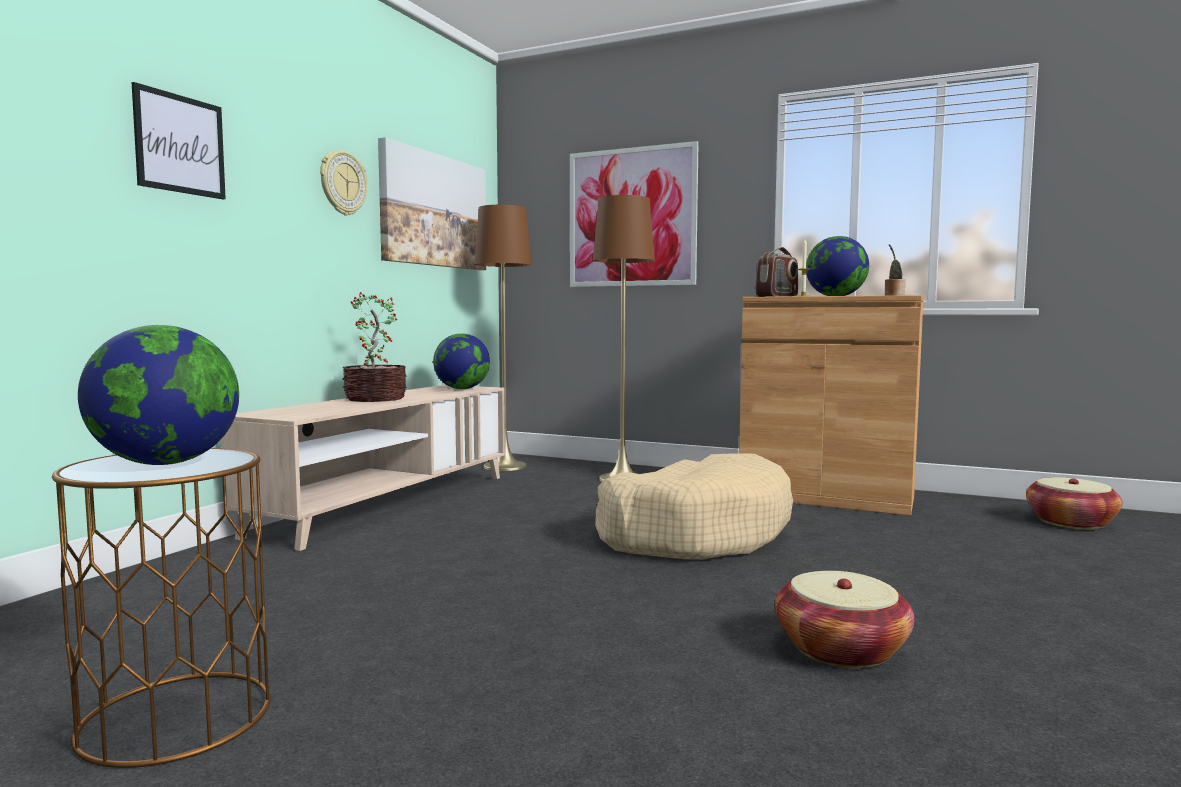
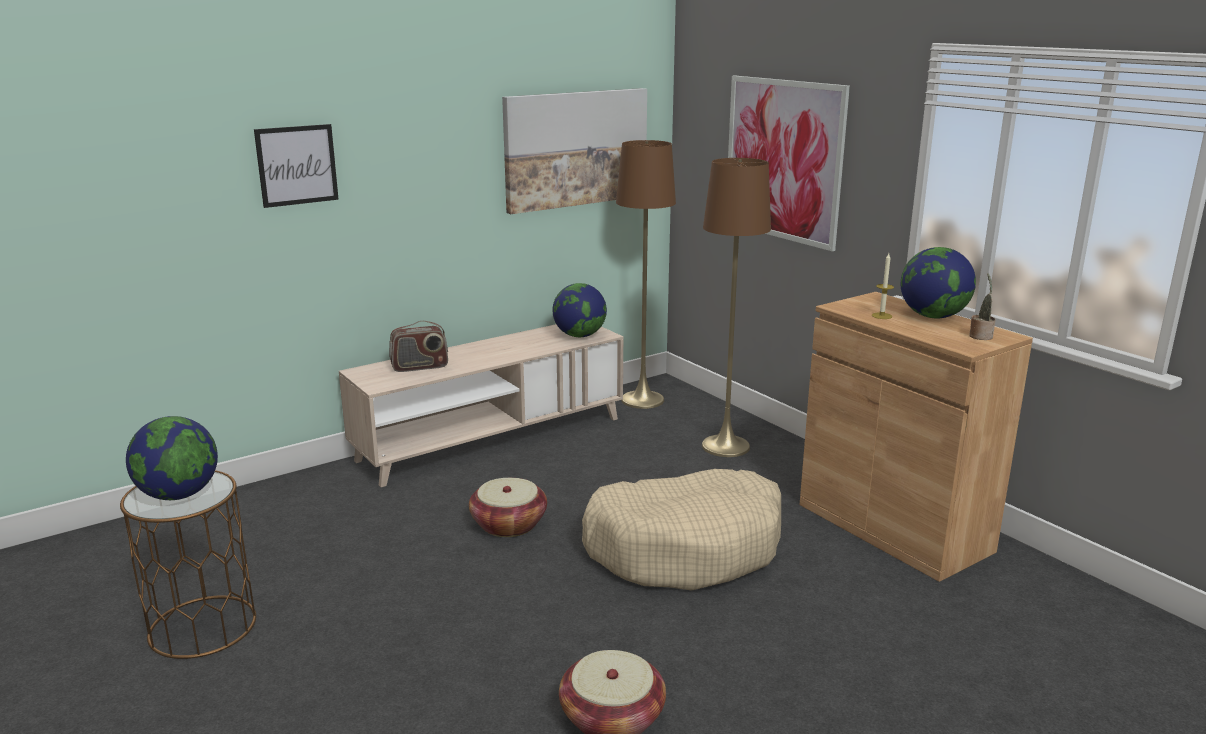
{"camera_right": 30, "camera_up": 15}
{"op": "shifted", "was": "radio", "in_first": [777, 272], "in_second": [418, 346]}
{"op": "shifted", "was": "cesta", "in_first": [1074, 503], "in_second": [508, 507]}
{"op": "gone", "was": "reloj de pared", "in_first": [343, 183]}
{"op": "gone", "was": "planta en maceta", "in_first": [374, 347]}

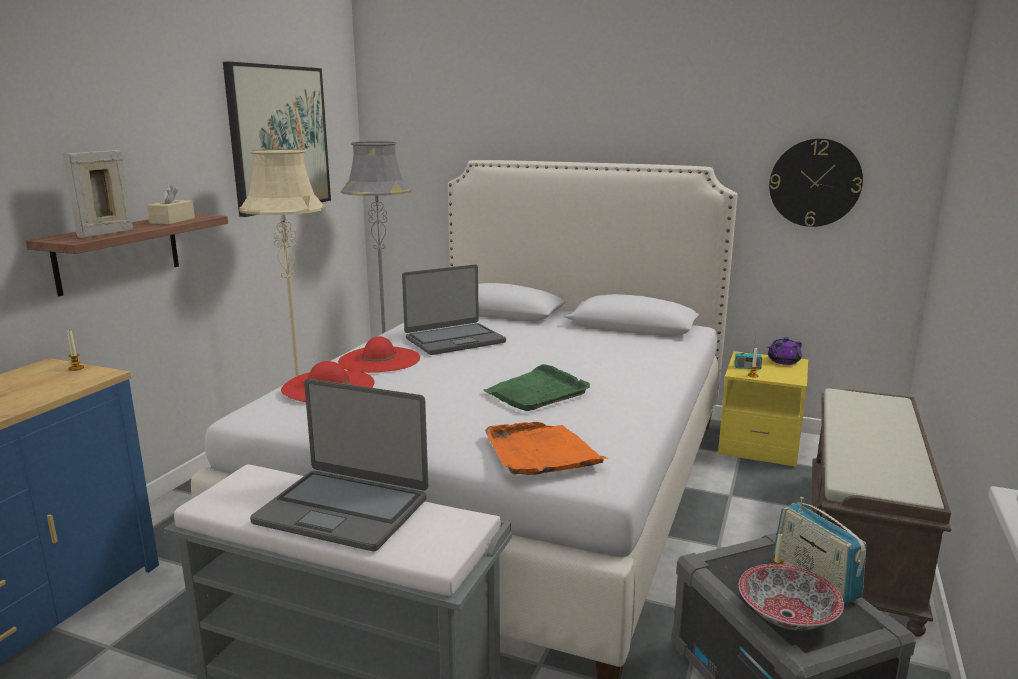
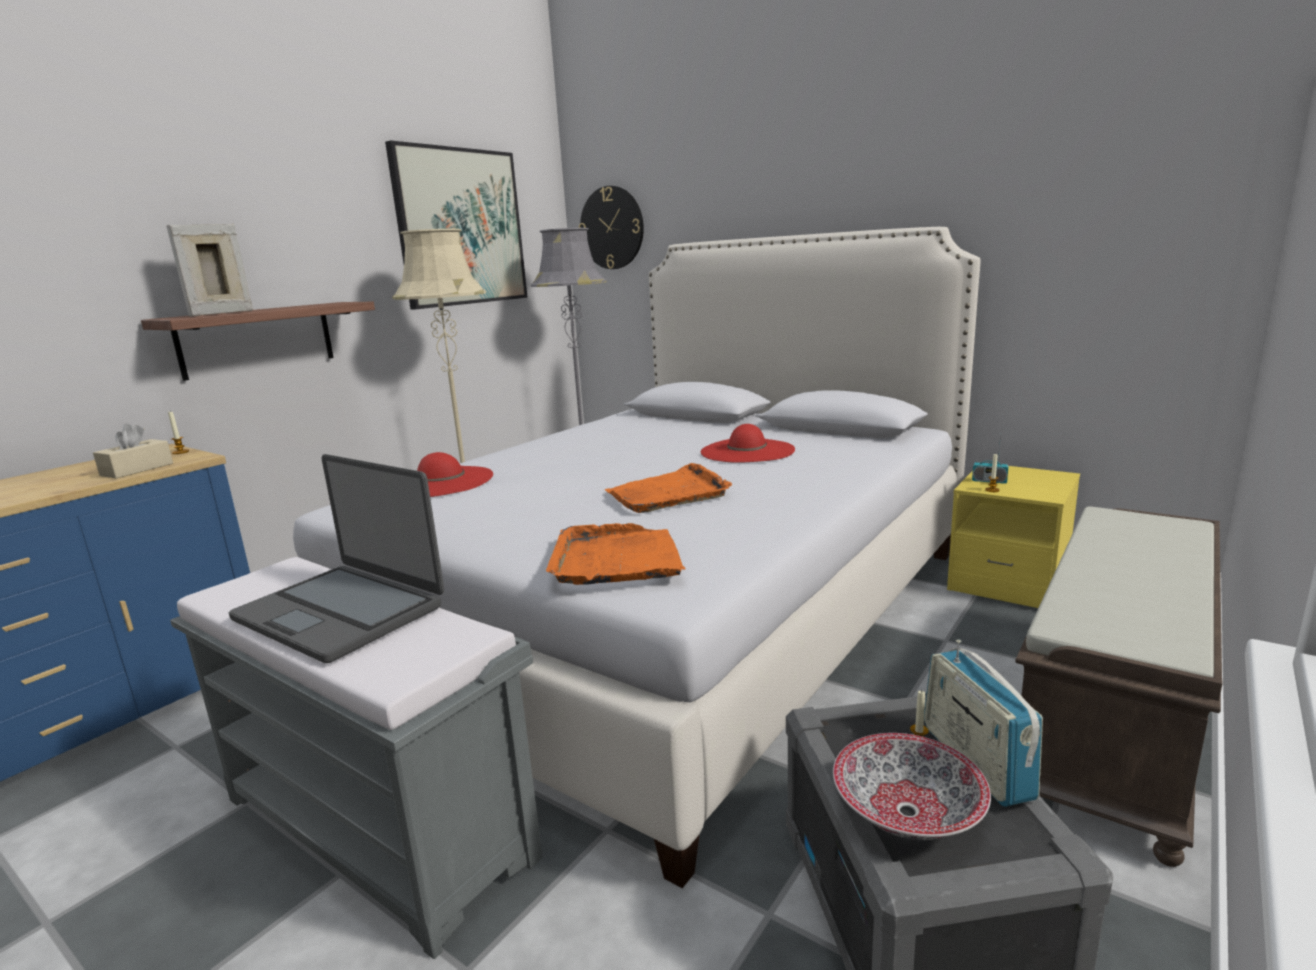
{"camera_right": 15, "camera_up": 0}
{"op": "shifted", "was": "caja de pañuelos/beis", "in_first": [171, 204], "in_second": [133, 451]}
{"op": "shifted", "was": "reloj de pared", "in_first": [816, 183], "in_second": [611, 227]}
{"op": "repainted", "was": "bandeja/verde", "now": "bandeja/naranja", "in_first": [536, 387], "in_second": [668, 488]}
{"op": "shifted", "was": "sombrero/rojo", "in_first": [379, 354], "in_second": [748, 443]}
{"op": "gone", "was": "portátil", "in_first": [454, 310]}
{"op": "gone", "was": "tetera/morado", "in_first": [785, 351]}

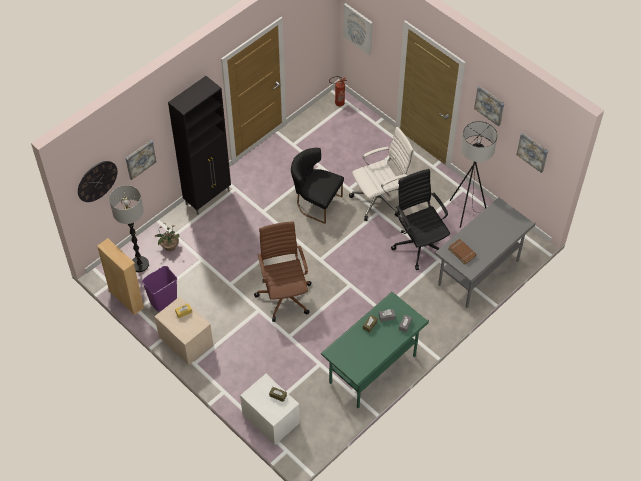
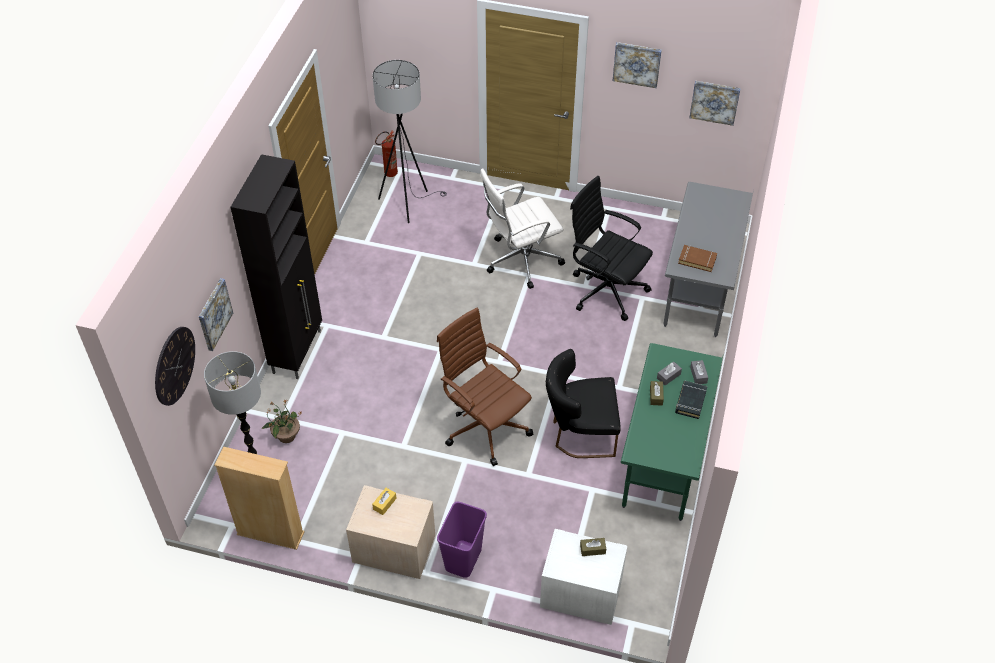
{"camera_right": -30, "camera_up": -5}
{"op": "shifted", "was": "lámpara de pie/gris", "in_first": [474, 174], "in_second": [410, 141]}
{"op": "shifted", "was": "papelera/morado", "in_first": [159, 288], "in_second": [462, 540]}
{"op": "rotated", "was": "silla de oficina/blanco", "in_first": [381, 174], "in_second": [522, 229], "clockwise": -150}
{"op": "shifted", "was": "silla/negro", "in_first": [317, 186], "in_second": [583, 403]}
{"op": "new", "now": "libro/negro", "in_second": [691, 400]}
{"op": "gone", "was": "cuadro", "in_first": [358, 29]}

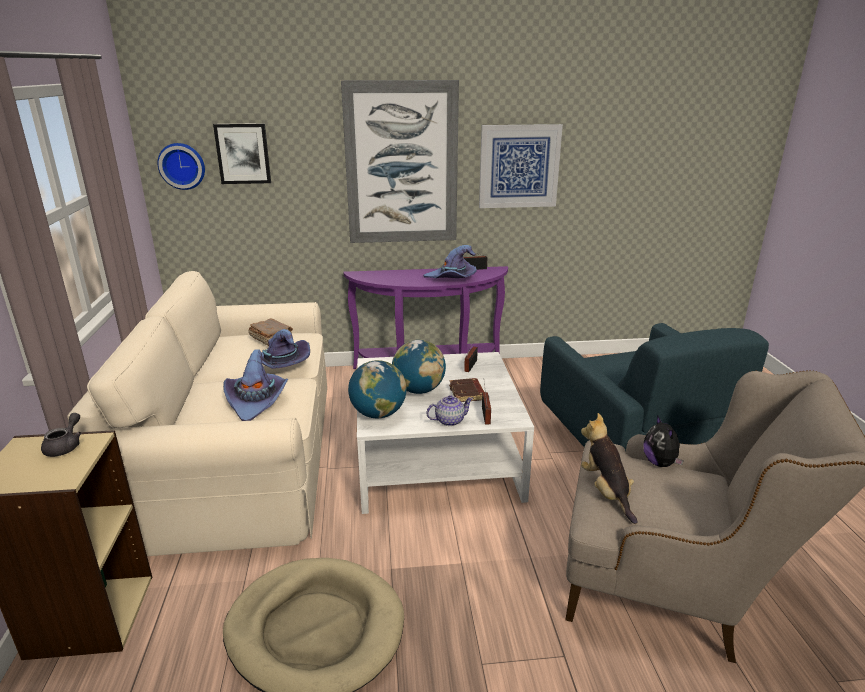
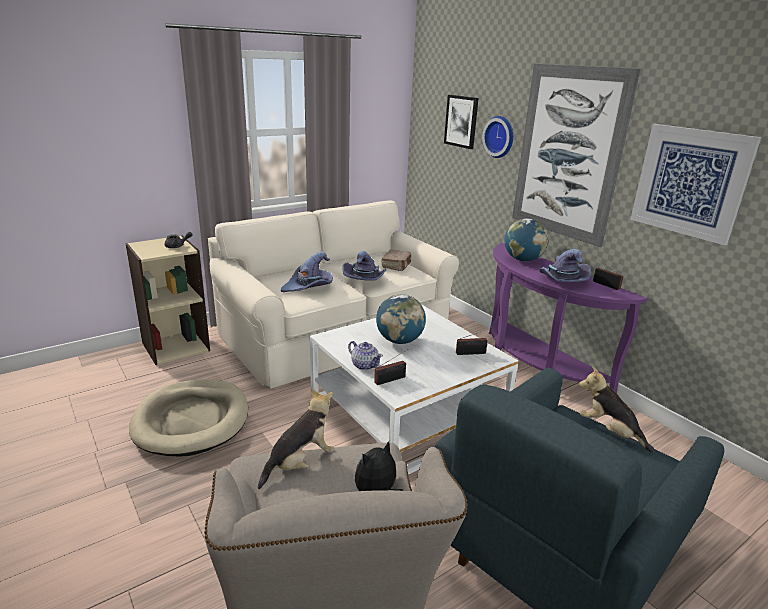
{"camera_right": 60, "camera_up": 0}
{"op": "shifted", "was": "reloj de pared", "in_first": [181, 166], "in_second": [497, 137]}
{"op": "shifted", "was": "globo terráqueo", "in_first": [377, 389], "in_second": [526, 240]}
{"op": "new", "now": "peluche", "in_second": [617, 409]}
{"op": "gone", "was": "libro/marrón", "in_first": [466, 390]}

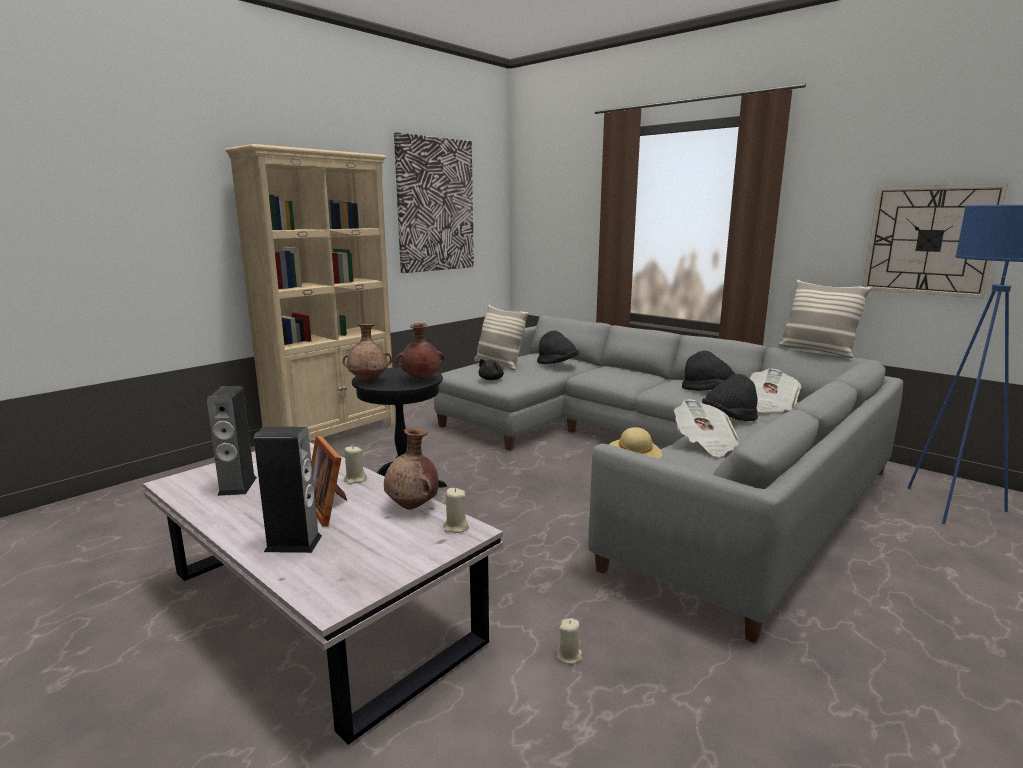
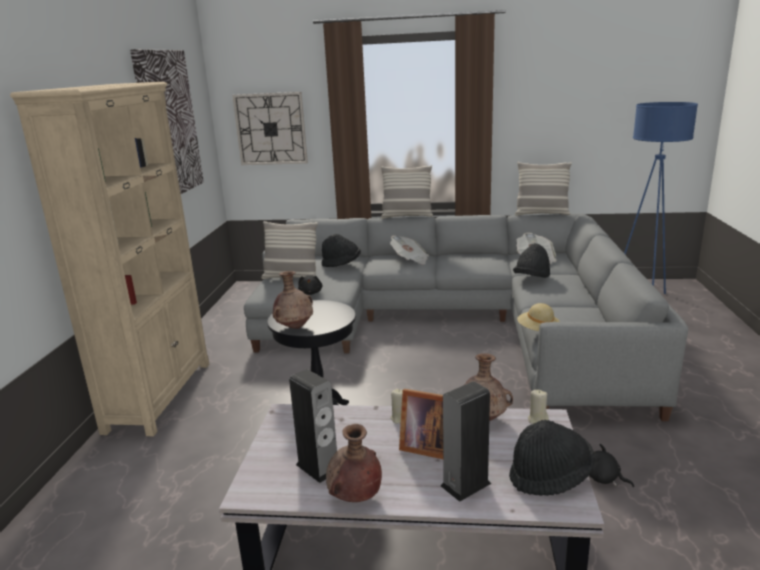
{"camera_right": -35, "camera_up": 5}
{"op": "shifted", "was": "reloj de pared", "in_first": [935, 241], "in_second": [270, 128]}
{"op": "shifted", "was": "florero/marrón", "in_first": [420, 351], "in_second": [354, 463]}
{"op": "new", "now": "cojín", "in_second": [407, 192]}
{"op": "shifted", "was": "periódico", "in_first": [707, 428], "in_second": [409, 250]}
{"op": "shifted", "was": "sombrero/negro", "in_first": [708, 371], "in_second": [551, 458]}
{"op": "swapped", "was": "vela/beis", "now": "peluche/negro", "in_first": [569, 641], "in_second": [611, 465]}

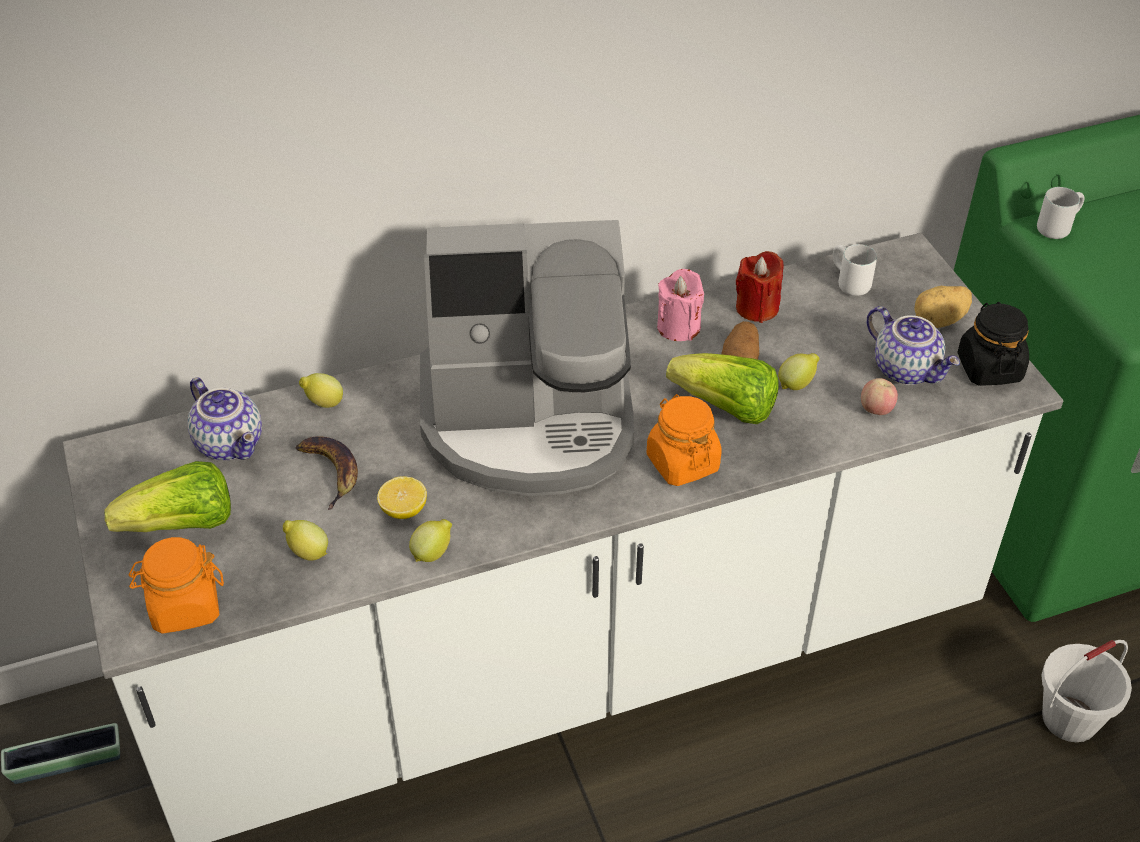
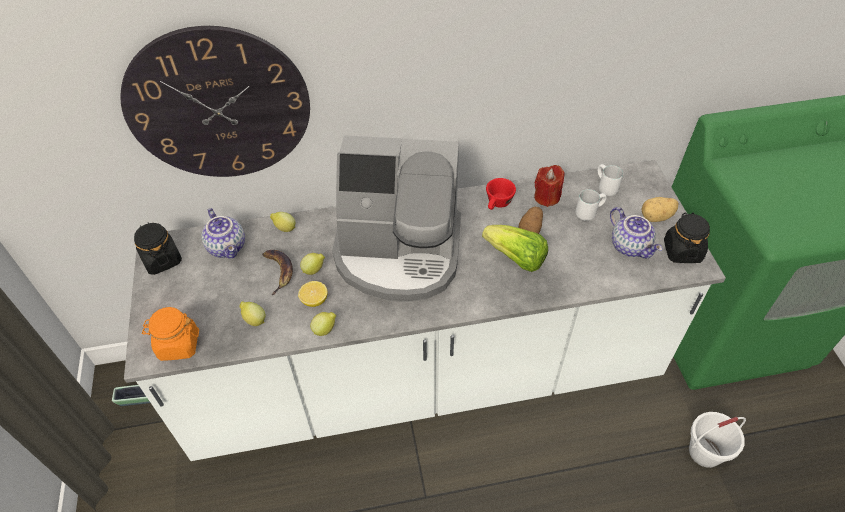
{"camera_right": 10, "camera_up": 5}
{"op": "new", "now": "reloj de pared", "in_second": [215, 101]}
{"op": "new", "now": "tarro/negro", "in_second": [158, 248]}
{"op": "shifted", "was": "limón", "in_first": [799, 371], "in_second": [312, 264]}
{"op": "swapped", "was": "vela/rosa", "now": "taza/rojo", "in_first": [680, 305], "in_second": [501, 194]}
{"op": "shifted", "was": "taza grande/blanco", "in_first": [1060, 213], "in_second": [591, 205]}
{"op": "gone", "was": "lechuga", "in_first": [168, 496]}
{"op": "gone", "was": "tarro/naranja", "in_first": [684, 440]}
{"op": "gone", "was": "manzana", "in_first": [879, 396]}

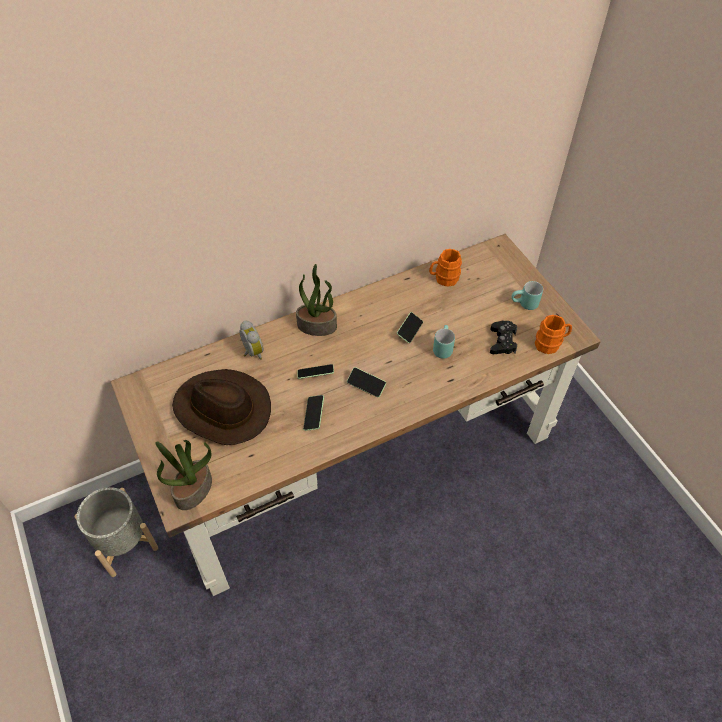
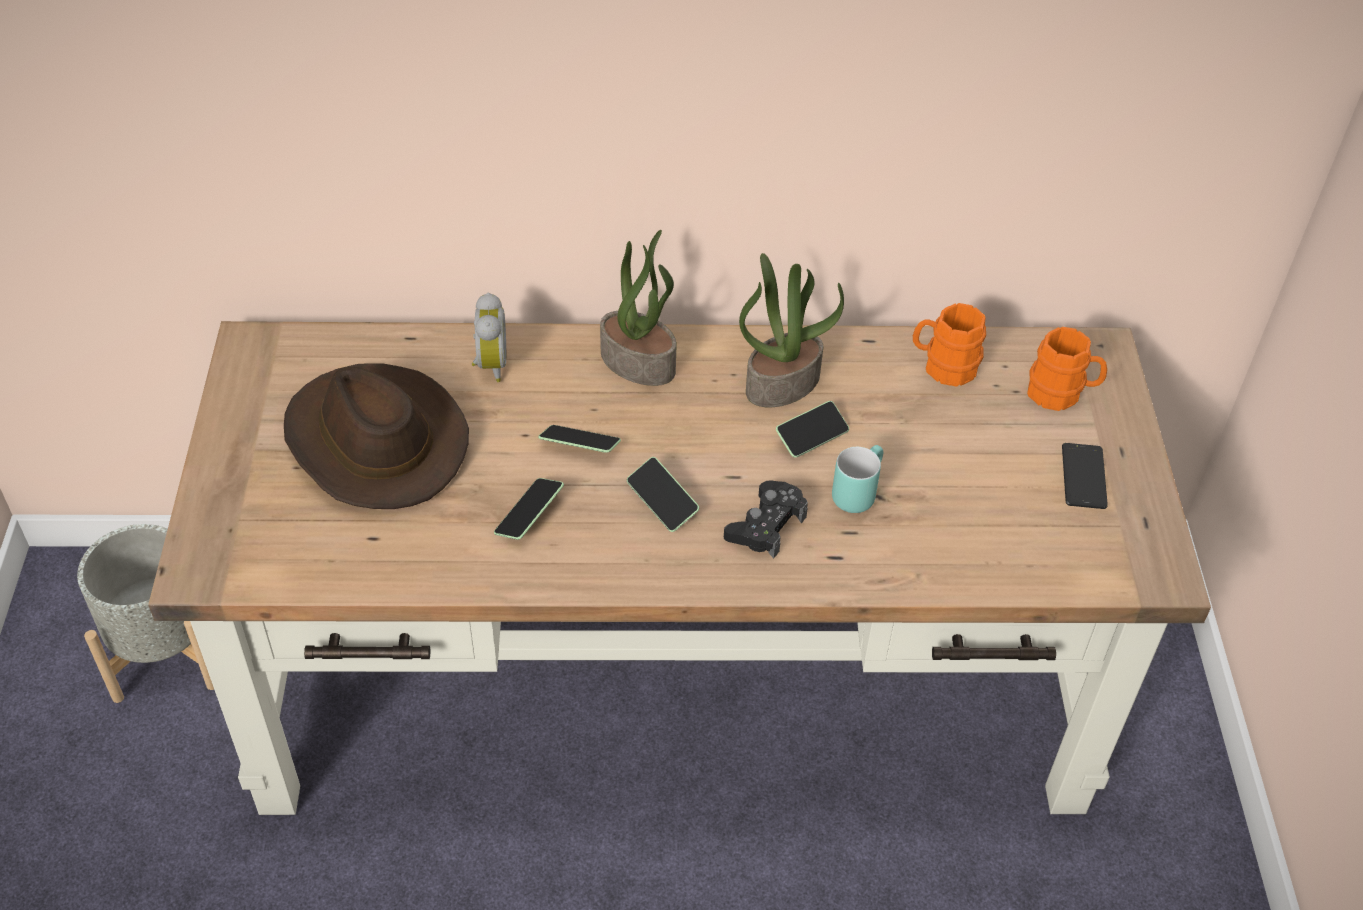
{"camera_right": 25, "camera_up": -5}
{"op": "shifted", "was": "mando de consola/negro", "in_first": [503, 337], "in_second": [766, 520]}
{"op": "shifted", "was": "planta en maceta", "in_first": [183, 475], "in_second": [791, 330]}
{"op": "shifted", "was": "taza grande/naranja", "in_first": [553, 334], "in_second": [1067, 369]}
{"op": "swapped", "was": "taza grande/turquesa", "now": "móvil", "in_first": [527, 295], "in_second": [1085, 476]}

